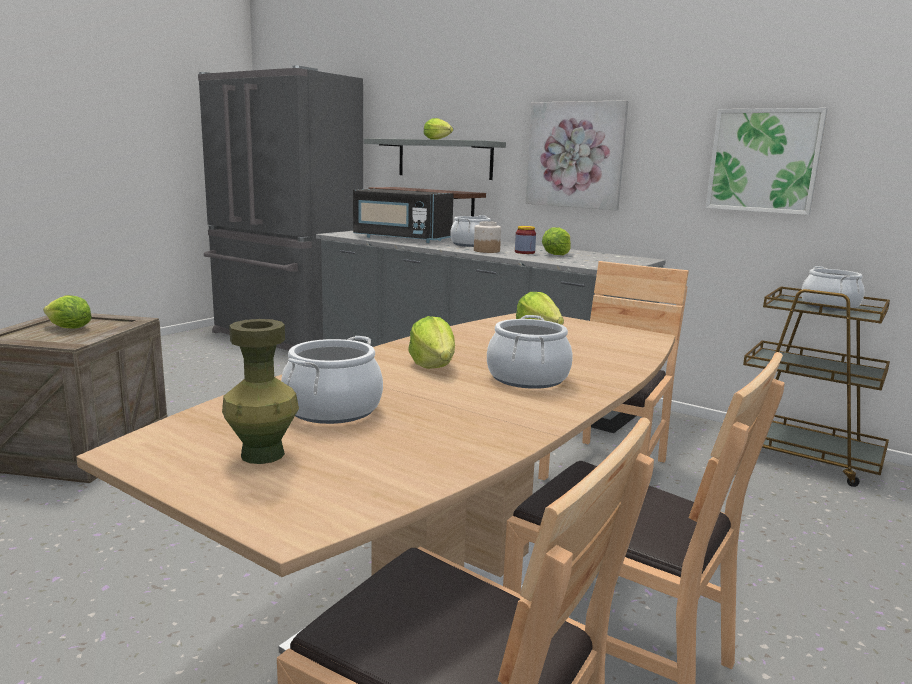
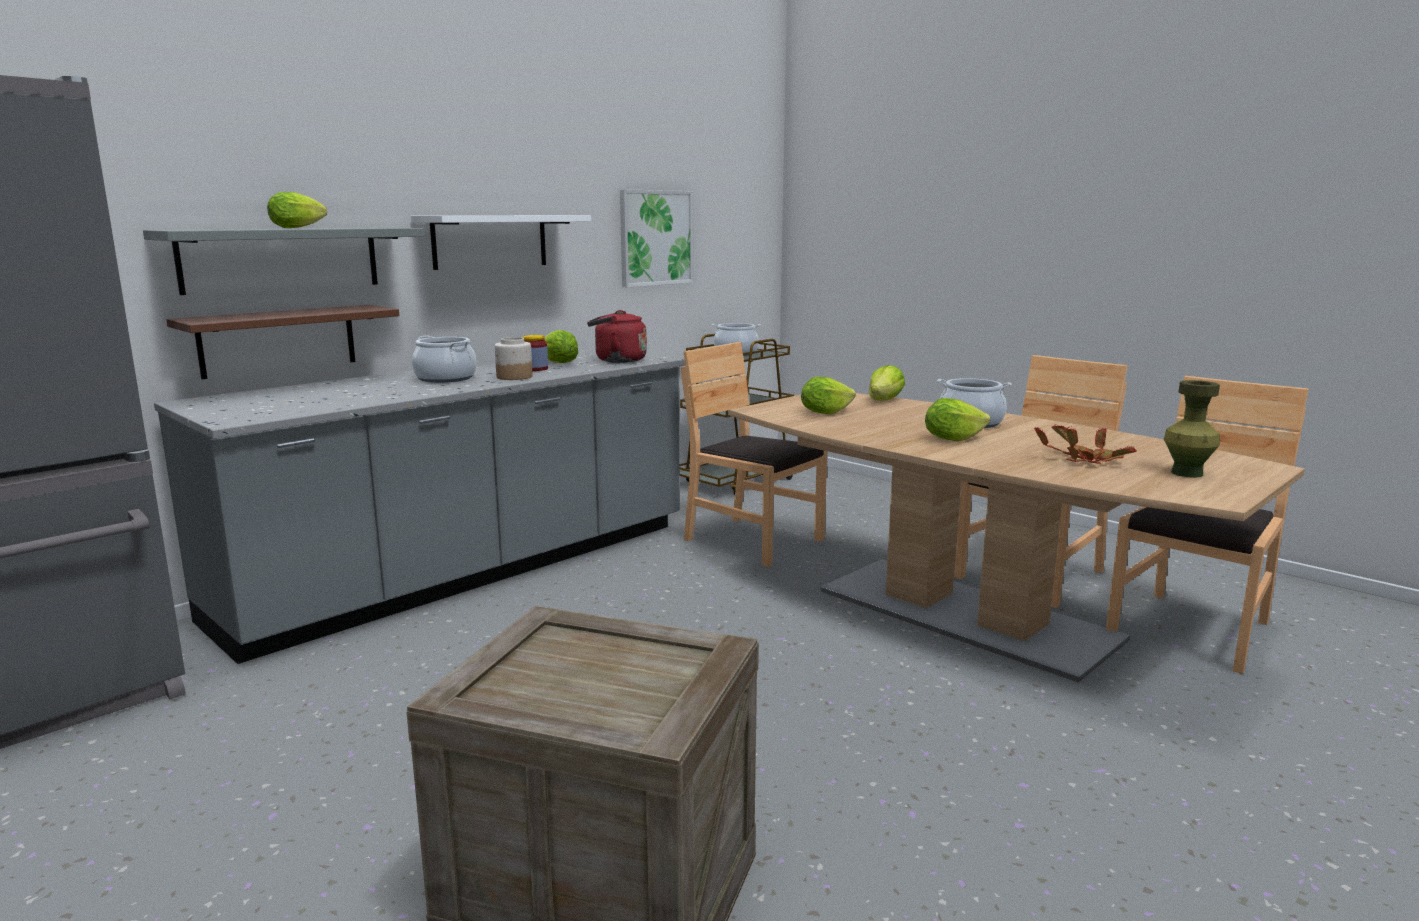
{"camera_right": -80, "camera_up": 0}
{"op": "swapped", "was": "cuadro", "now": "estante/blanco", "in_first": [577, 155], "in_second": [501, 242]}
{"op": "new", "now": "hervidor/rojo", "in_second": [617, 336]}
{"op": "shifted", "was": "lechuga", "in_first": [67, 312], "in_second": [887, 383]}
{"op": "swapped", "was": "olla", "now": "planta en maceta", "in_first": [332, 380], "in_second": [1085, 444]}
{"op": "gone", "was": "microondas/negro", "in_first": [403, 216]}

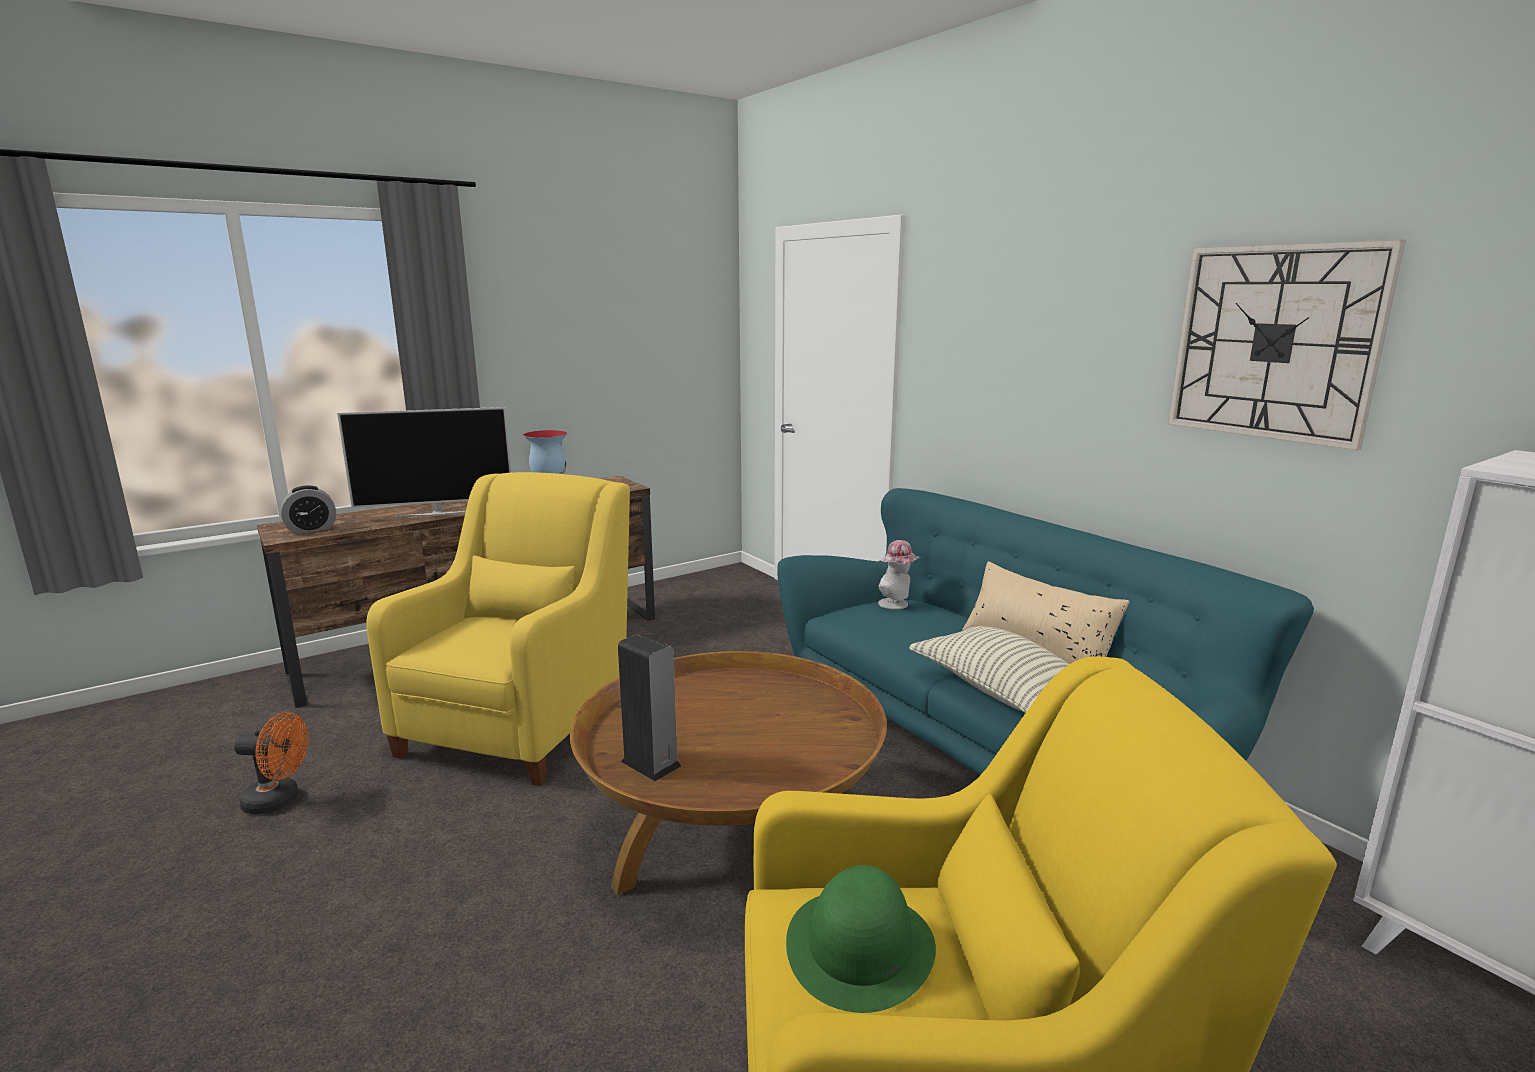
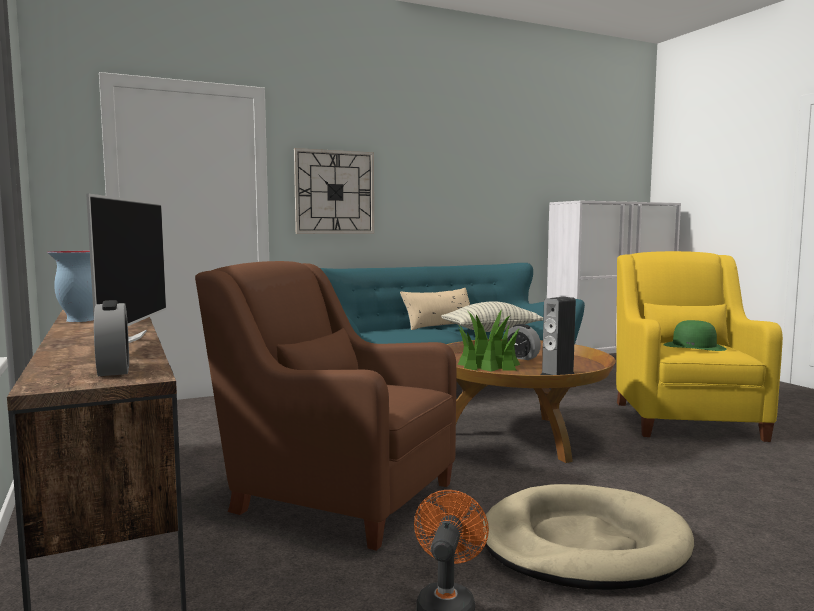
{"camera_right": -80, "camera_up": -10}
{"op": "repainted", "was": "sillón/amarillo", "now": "sillón/marrón", "in_first": [498, 629], "in_second": [325, 406]}
{"op": "shifted", "was": "reloj de pared", "in_first": [1287, 344], "in_second": [334, 191]}
{"op": "new", "now": "planta en maceta", "in_second": [488, 340]}
{"op": "new", "now": "cama para perro/beis", "in_second": [588, 537]}
{"op": "new", "now": "despertador", "in_second": [524, 342]}
{"op": "gone", "was": "sombrero", "in_first": [899, 575]}

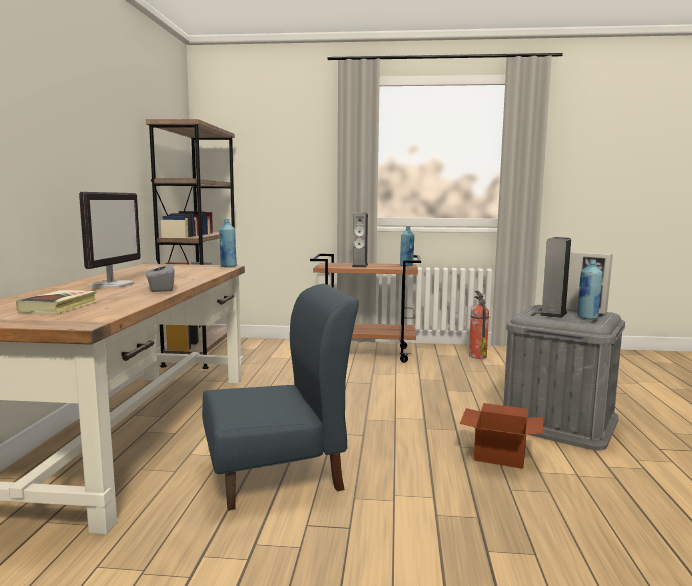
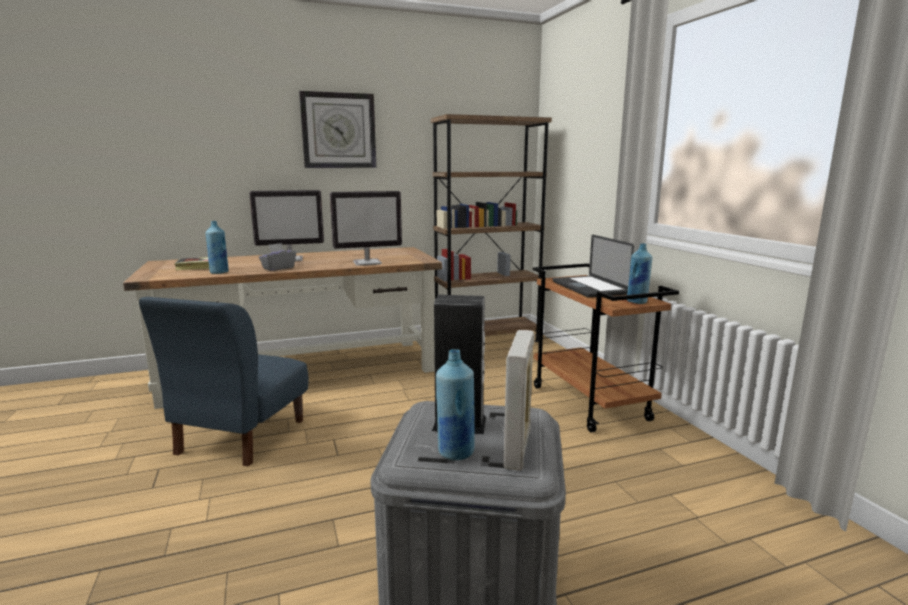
{"camera_right": 65, "camera_up": 5}
{"op": "rotated", "was": "silla/azul", "in_first": [280, 397], "in_second": [224, 382], "clockwise": 60}
{"op": "shifted", "was": "botella/azul", "in_first": [228, 243], "in_second": [217, 247]}
{"op": "new", "now": "reloj de pared", "in_second": [337, 129]}
{"op": "new", "now": "monitor", "in_second": [366, 228]}
{"op": "swapped", "was": "altavoz", "now": "portátil", "in_first": [360, 239], "in_second": [593, 266]}
{"op": "gone", "was": "caja de cartón", "in_first": [501, 436]}
{"op": "gone", "was": "extintor", "in_first": [479, 325]}

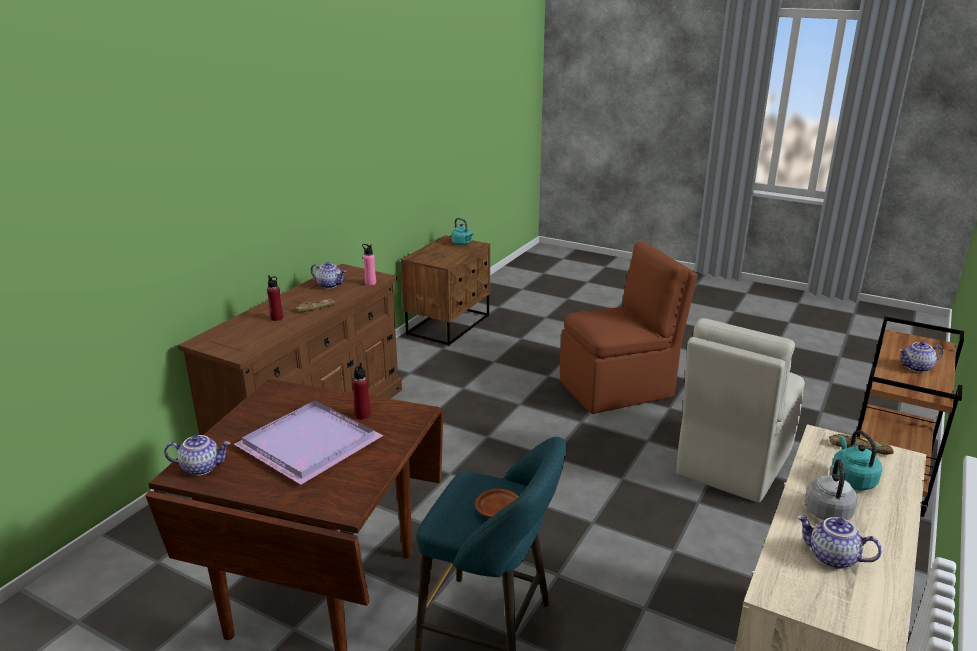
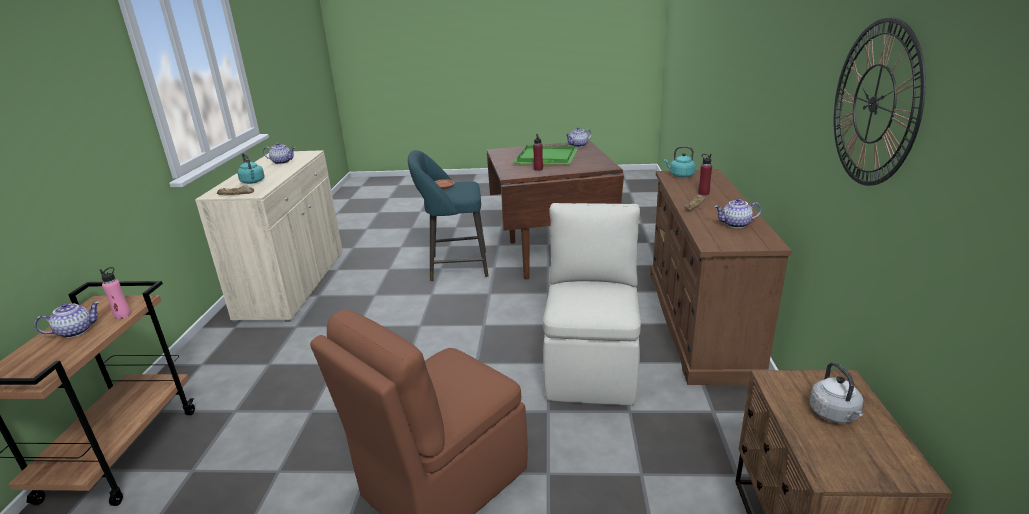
{"camera_right": 155, "camera_up": 0}
{"op": "shifted", "was": "botella/rosa", "in_first": [369, 264], "in_second": [115, 293]}
{"op": "repainted", "was": "bandeja/morado", "now": "bandeja/verde", "in_first": [308, 442], "in_second": [545, 155]}
{"op": "shifted", "was": "silla/beis", "in_first": [740, 410], "in_second": [592, 304]}
{"op": "shifted", "was": "hervidor/turquesa", "in_first": [462, 231], "in_second": [680, 161]}
{"op": "shifted", "was": "hervidor/gris", "in_first": [831, 489], "in_second": [836, 392]}
{"op": "new", "now": "reloj de pared", "in_second": [880, 101]}

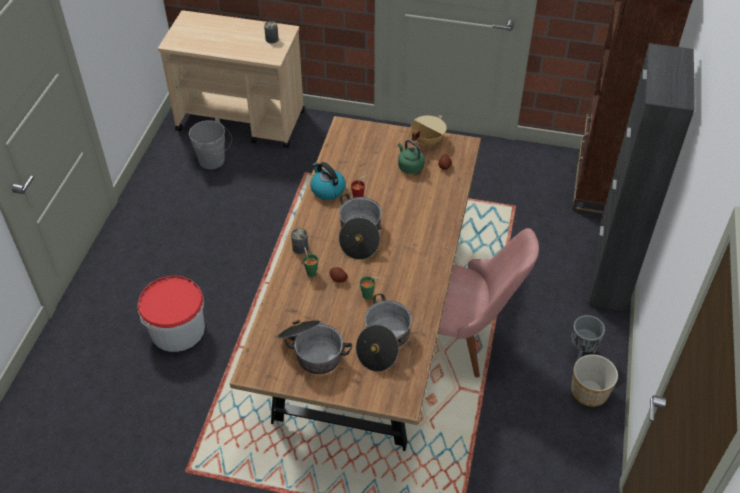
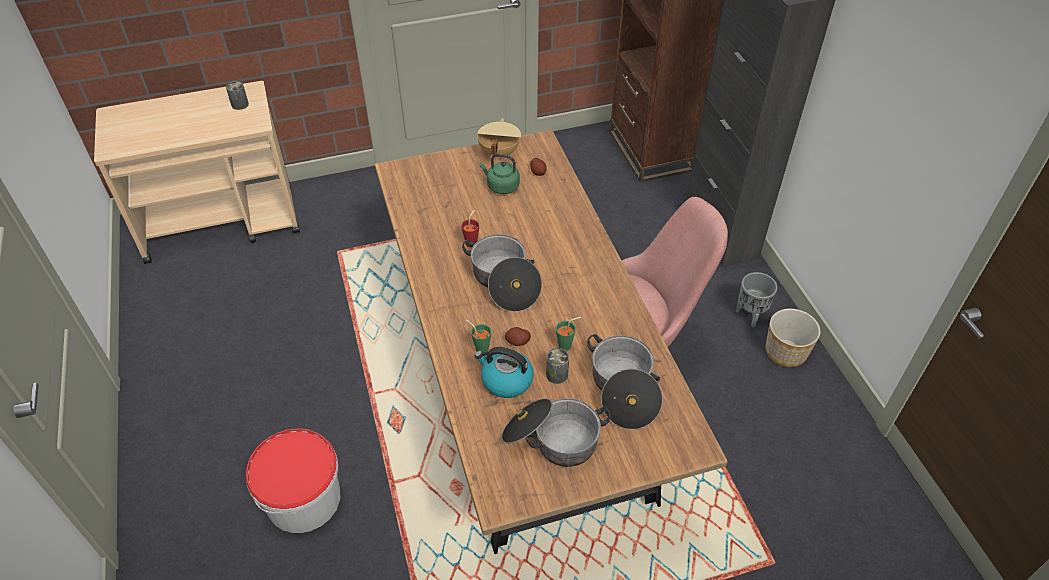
{"camera_right": -30, "camera_up": 0}
{"op": "shifted", "was": "hervidor", "in_first": [328, 181], "in_second": [504, 372]}
{"op": "shifted", "was": "lata", "in_first": [300, 241], "in_second": [557, 366]}
{"op": "gone", "was": "cubo/gris", "in_first": [210, 143]}

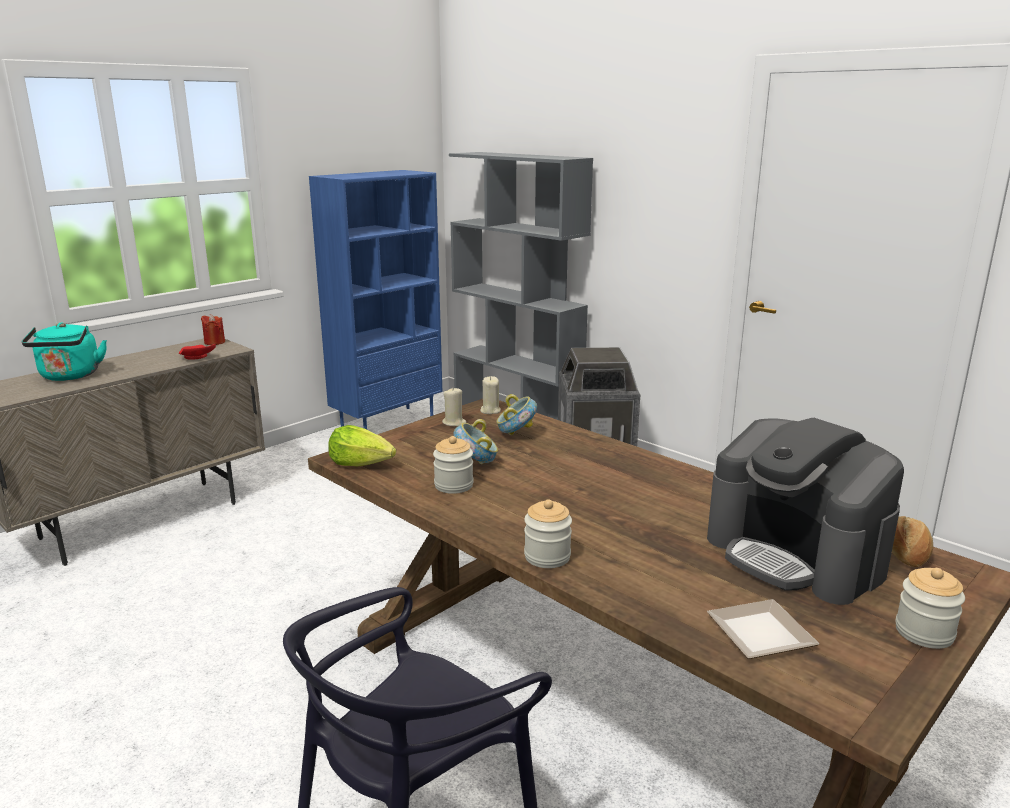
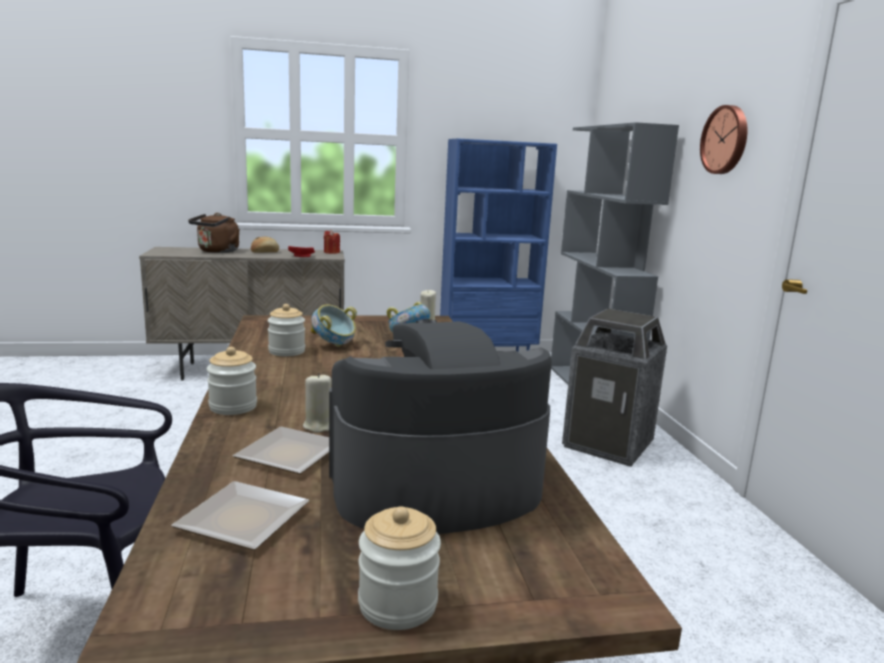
{"camera_right": 35, "camera_up": -5}
{"op": "repainted", "was": "hervidor/turquesa", "now": "hervidor/marrón", "in_first": [64, 351], "in_second": [214, 233]}
{"op": "new", "now": "plato", "in_second": [280, 450]}
{"op": "shifted", "was": "pan", "in_first": [912, 541], "in_second": [265, 245]}
{"op": "shifted", "was": "vela/beis", "in_first": [454, 406], "in_second": [317, 403]}
{"op": "rotated", "was": "cafetera", "in_first": [805, 511], "in_second": [440, 426], "clockwise": 75}
{"op": "new", "now": "reloj de pared", "in_second": [723, 139]}
{"op": "gone", "was": "lechuga", "in_first": [362, 445]}

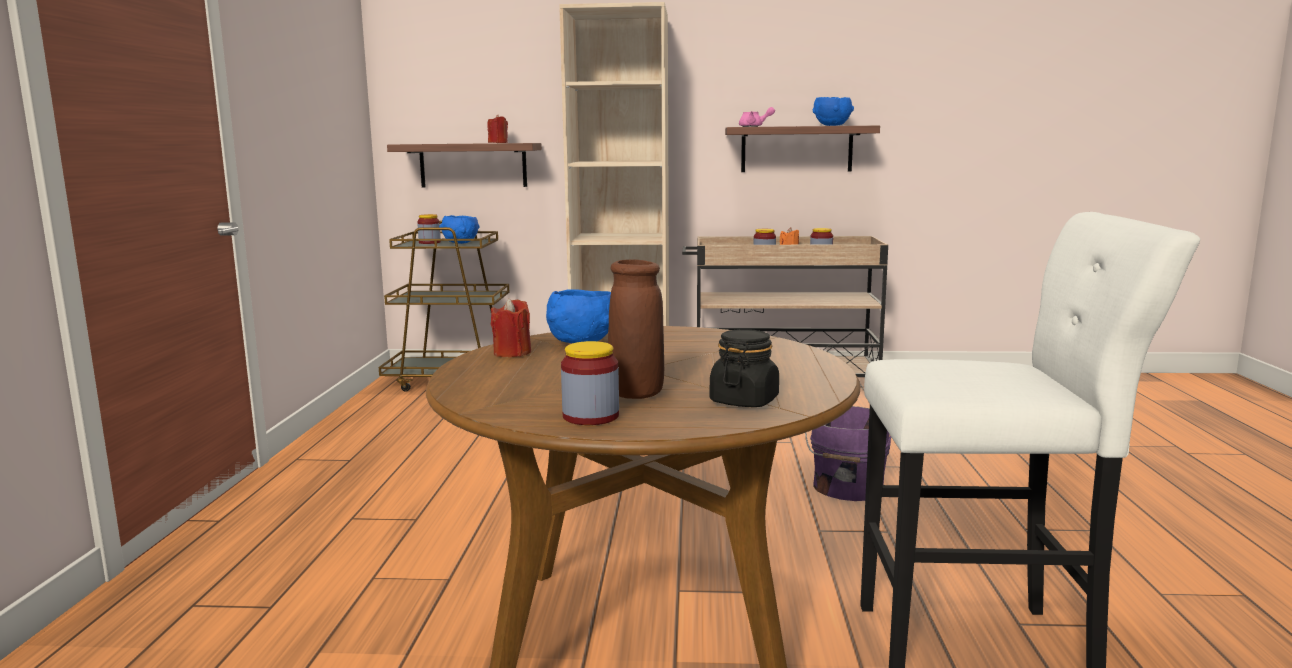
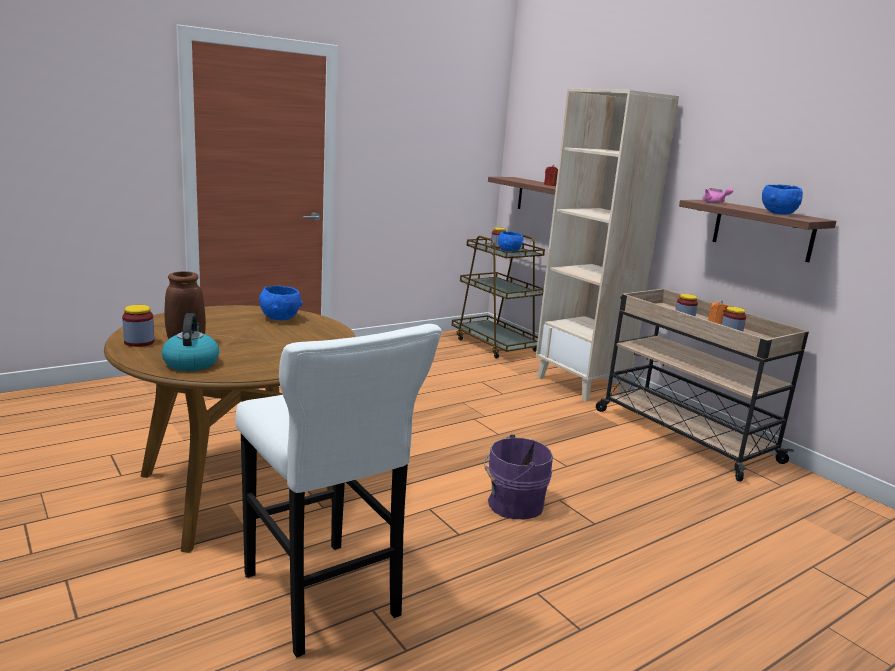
{"camera_right": 50, "camera_up": 5}
{"op": "swapped", "was": "tarro/negro", "now": "hervidor", "in_first": [744, 368], "in_second": [190, 342]}
{"op": "gone", "was": "vela/rojo", "in_first": [511, 327]}

